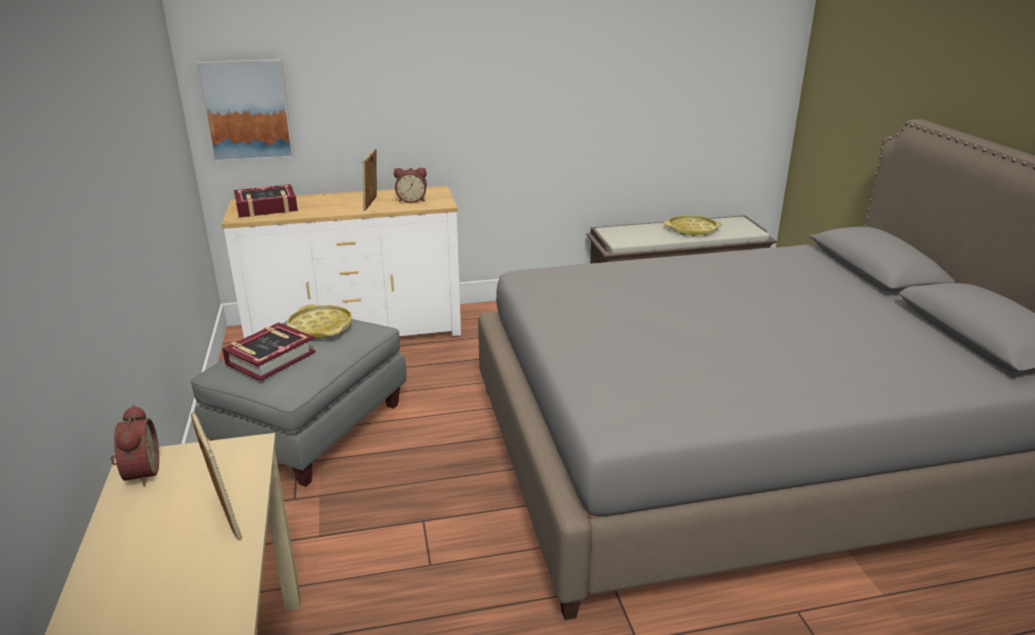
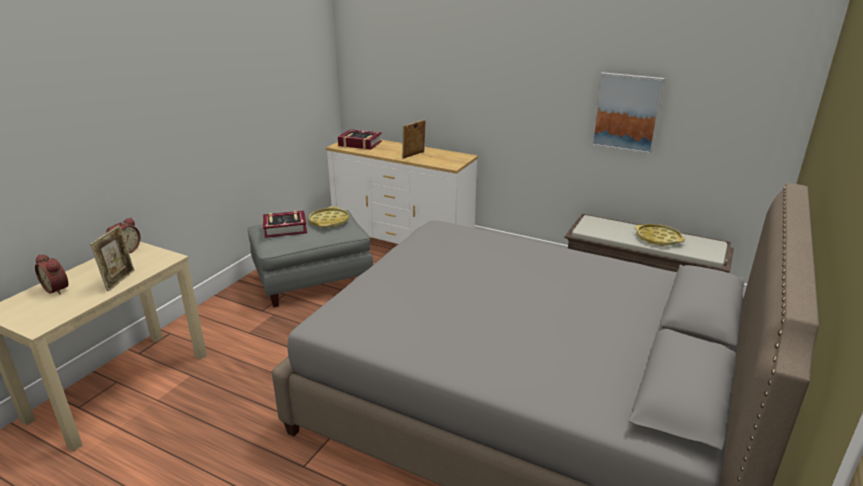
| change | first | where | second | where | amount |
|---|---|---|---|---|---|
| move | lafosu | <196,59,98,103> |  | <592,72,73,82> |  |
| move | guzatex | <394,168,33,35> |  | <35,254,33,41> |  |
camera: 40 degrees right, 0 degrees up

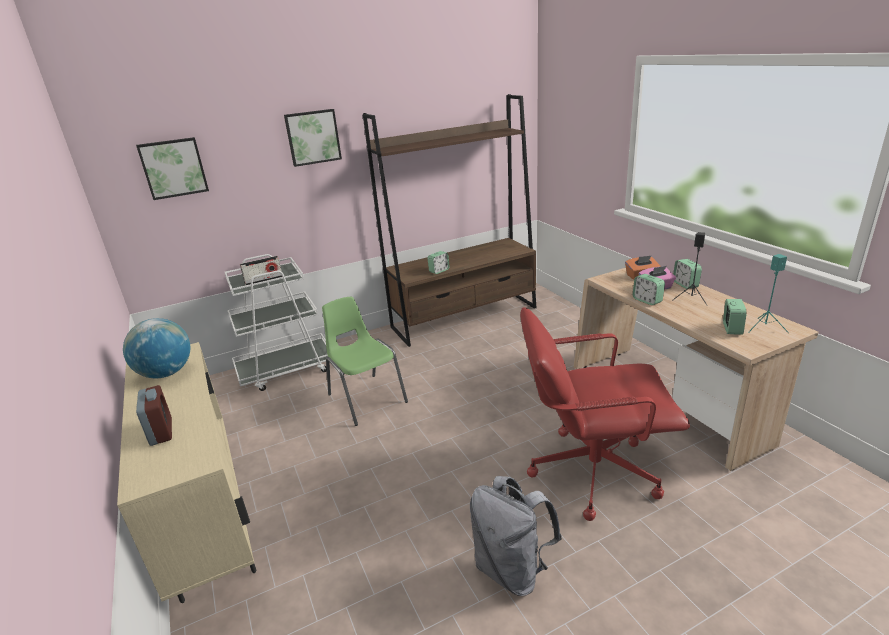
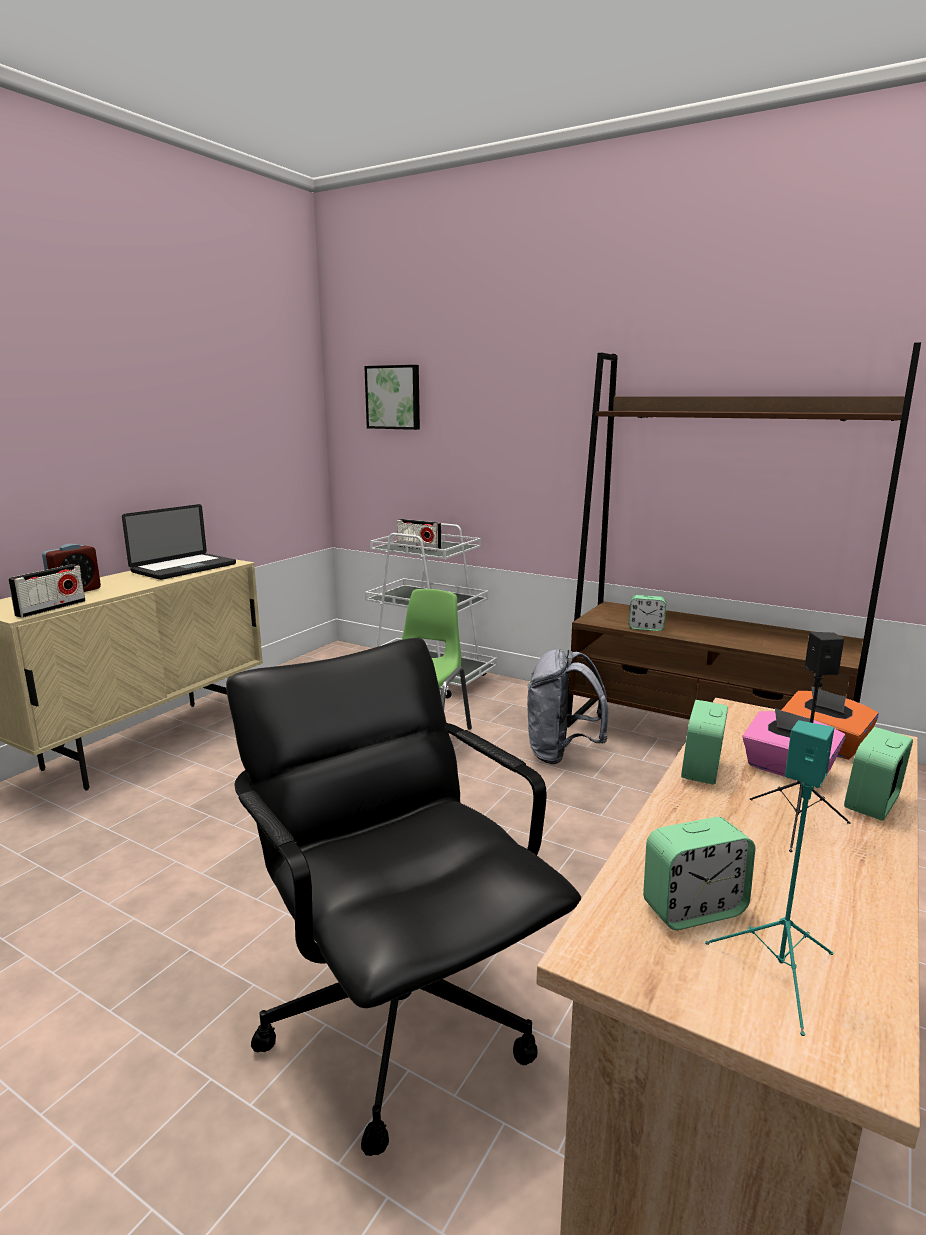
| change | first | where | second | where | amount |
|---|---|---|---|---|---|
| replace | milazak | <123,318,67,60> | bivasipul | <122,504,114,76> |  |
| delete | lafosu | <284,109,58,58> |  |  |  |
| move | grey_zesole | <470,476,92,120> |  | <527,649,82,115> |  |
| recolor | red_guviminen | <520,307,170,214> | black_guviminen | <226,638,355,518> |  |
| insert |  |  | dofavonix | <8,564,77,54> |  |
camera: 55 degrees right, 10 degrees down

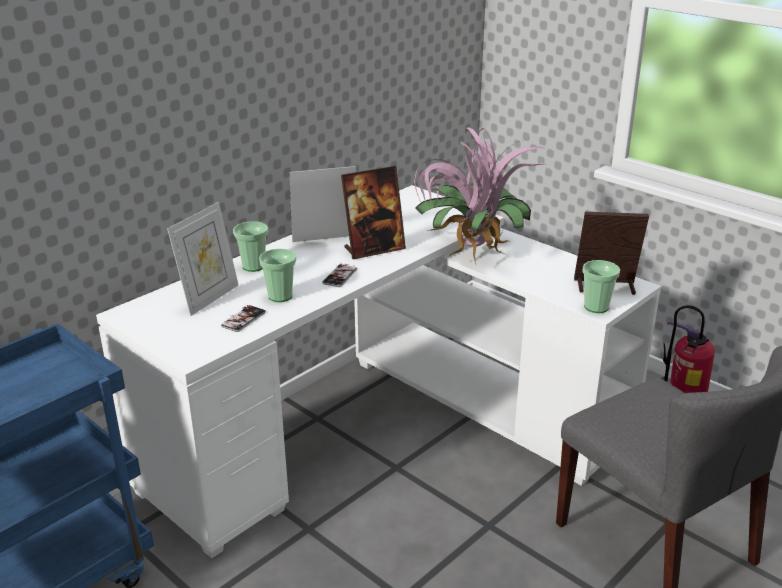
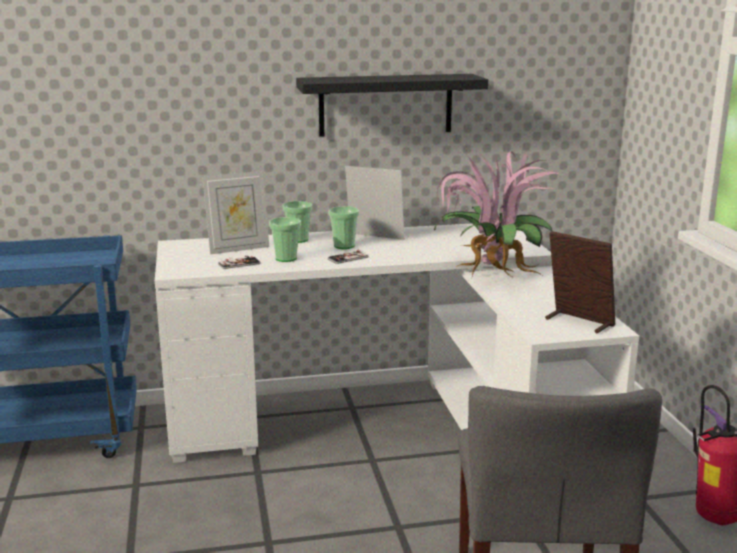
| change | first | where | second | where | amount |
|---|---|---|---|---|---|
| delete | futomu | <341,166,65,93> |  |  |  |
| move | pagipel | <582,260,38,53> |  | <329,206,30,43> |  |
| insert |  |  | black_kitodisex | <296,74,192,63> |  |
camera: 35 degrees right, 10 degrees down

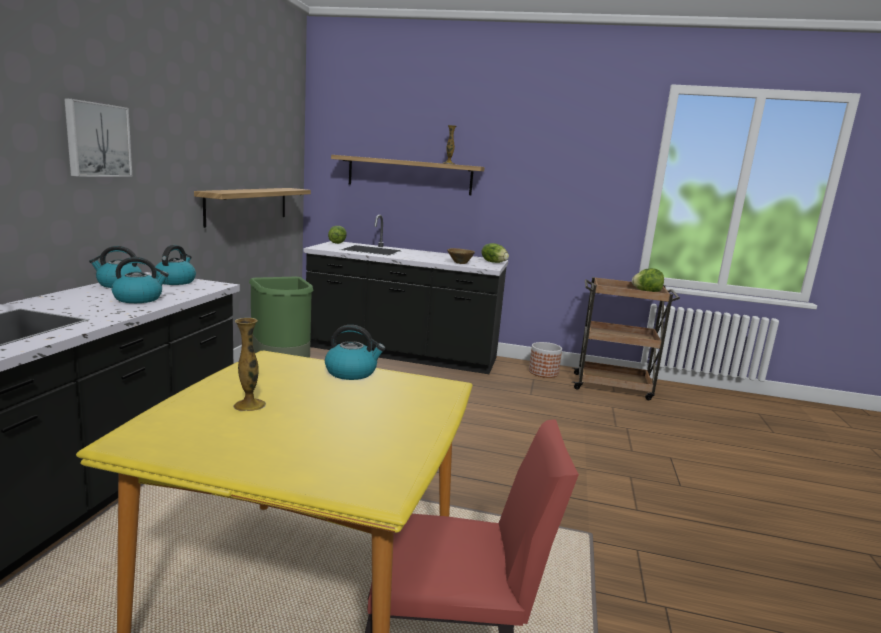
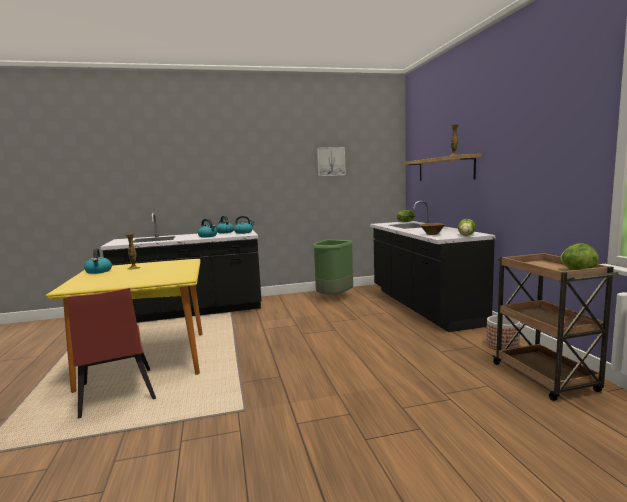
| change | first | where | second | where | amount |
|---|---|---|---|---|---|
| move | lafosu | <64,98,68,79> |  | <317,147,29,29> |  |
| delete | kitodisex | <194,188,117,40> |  |  |  |
| move | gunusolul | <325,325,60,55> |  | <84,248,28,26> |  |
camera: 65 degrees right, 5 degrees down

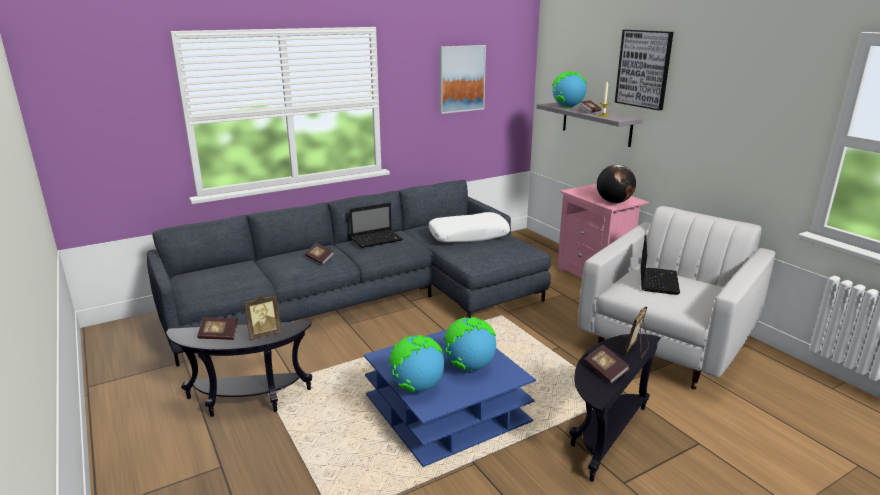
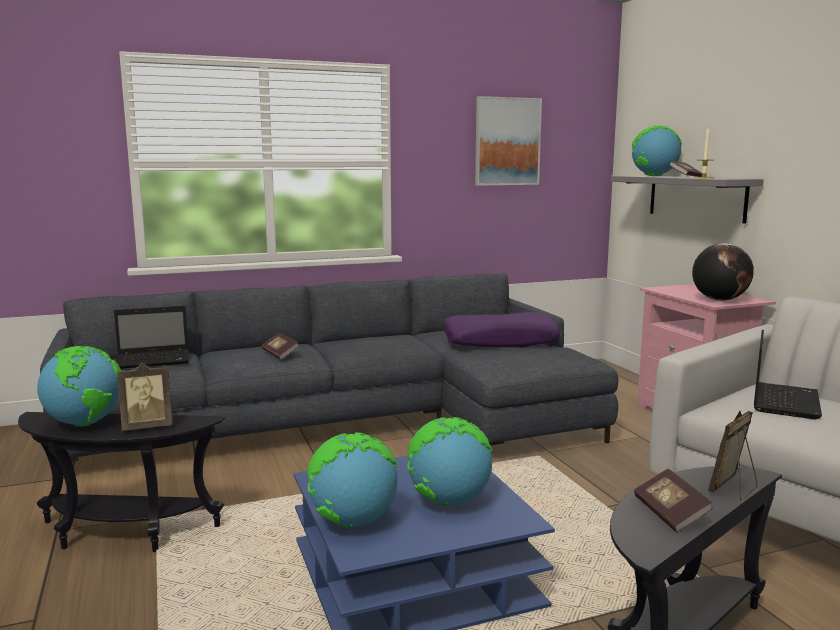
| change | first | where | second | where | amount |
|---|---|---|---|---|---|
| replace | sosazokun | <197,317,41,23> | milazak | <37,346,84,81> |  |
| move | bivasipul | <350,203,53,45> |  | <114,306,75,63> |  |
| recolor | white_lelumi | <429,212,81,30> | purple_lelumi | <443,312,117,35> |  |
| delete | lafosu | <615,30,59,80> |  |  |  |
camera: 10 degrees right, 10 degrees down

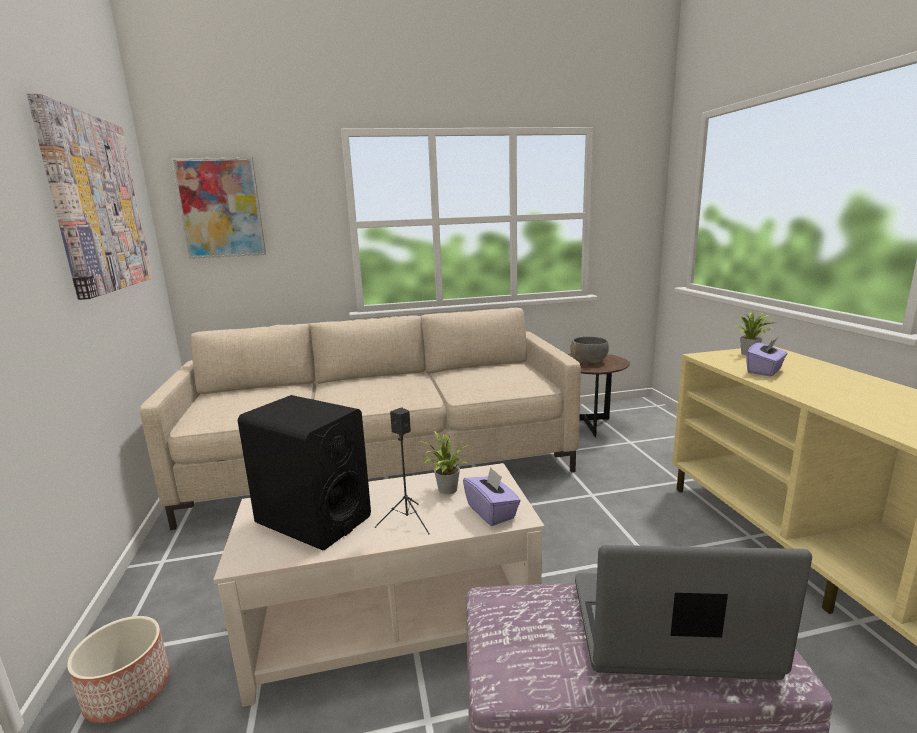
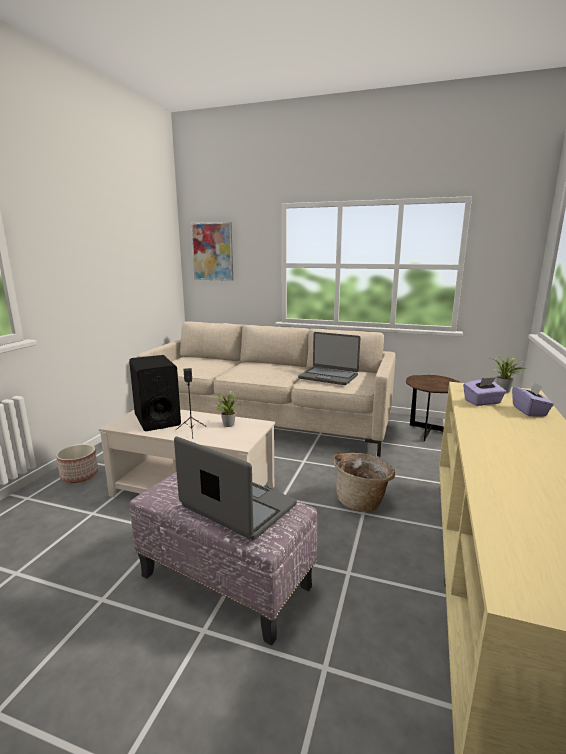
| change | first | where | second | where | amount |
|---|---|---|---|---|---|
| delete | lafosu | <27,93,126,207> |  |  |  |
| move | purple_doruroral | <463,467,58,59> |  | <512,382,42,35> |  |
| delete | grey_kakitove | <570,336,39,28> |  |  |  |
| insert |  |  | bivasipul | <298,332,62,53> |  |
| insert |  |  | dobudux | <333,453,62,59> |  |
camera: 30 degrees right, 0 degrees up

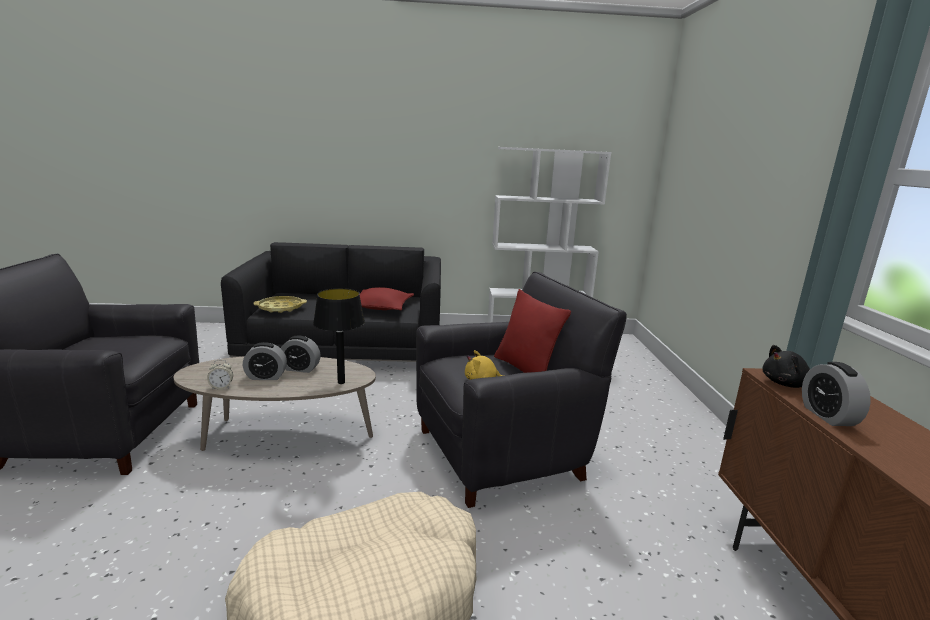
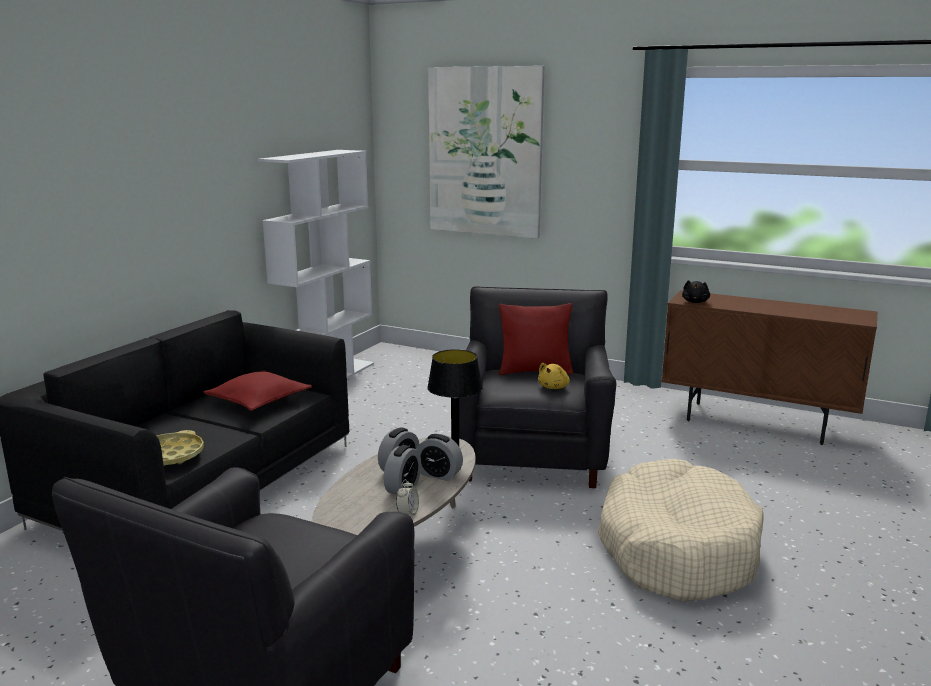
| change | first | where | second | where | amount |
|---|---|---|---|---|---|
| move | guzatex | <802,362,69,64> |  | <416,434,47,47> |  |
| insert |  |  | lafosu | <428,66,116,173> |  |
camera: 60 degrees left, 0 degrees up

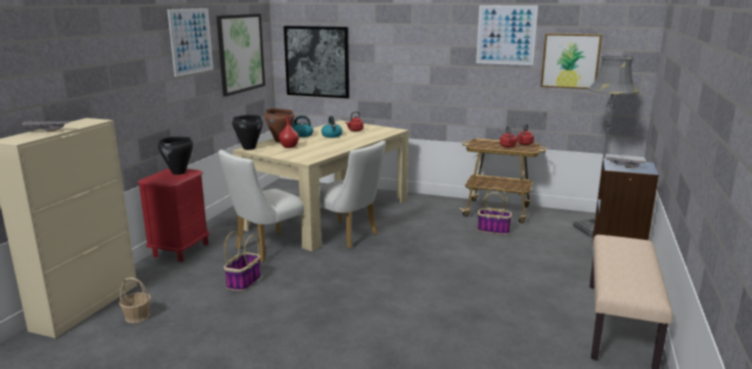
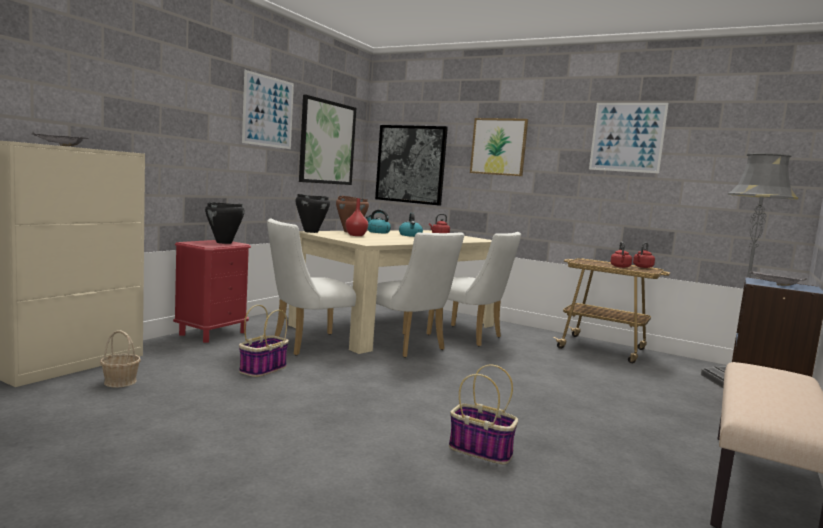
| change | first | where | second | where | amount |
|---|---|---|---|---|---|
| move | dobudux | <477,187,35,48> |  | <449,364,69,100> |  |
| move | lafosu | <541,33,61,56> |  | <470,118,58,58> |  |
| insert |  |  | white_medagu | <426,232,95,114> |  |
camera: 10 degrees right, 10 degrees down

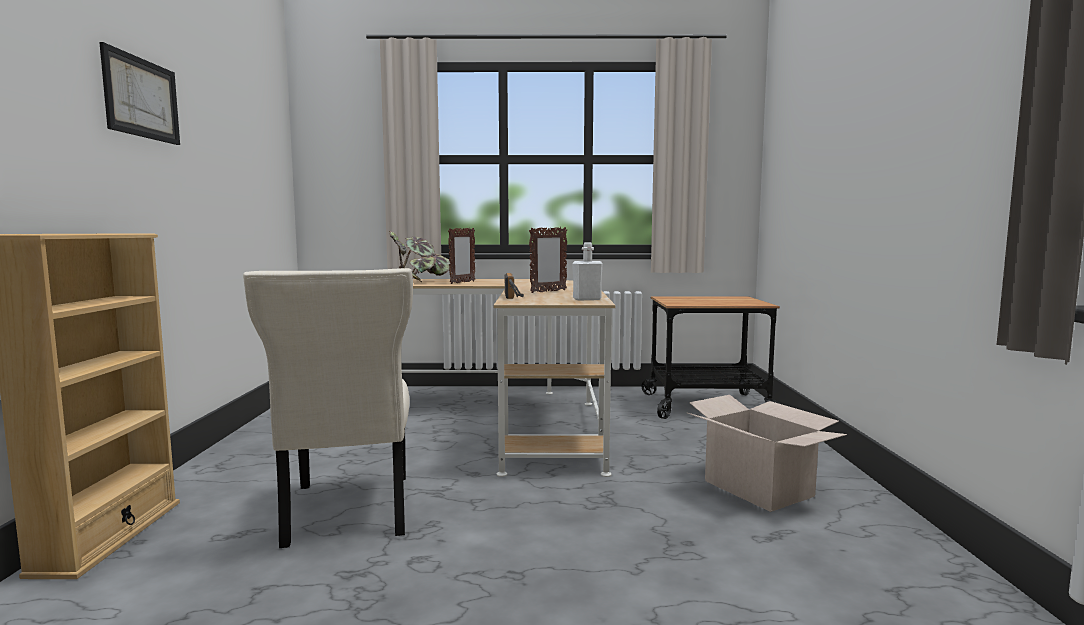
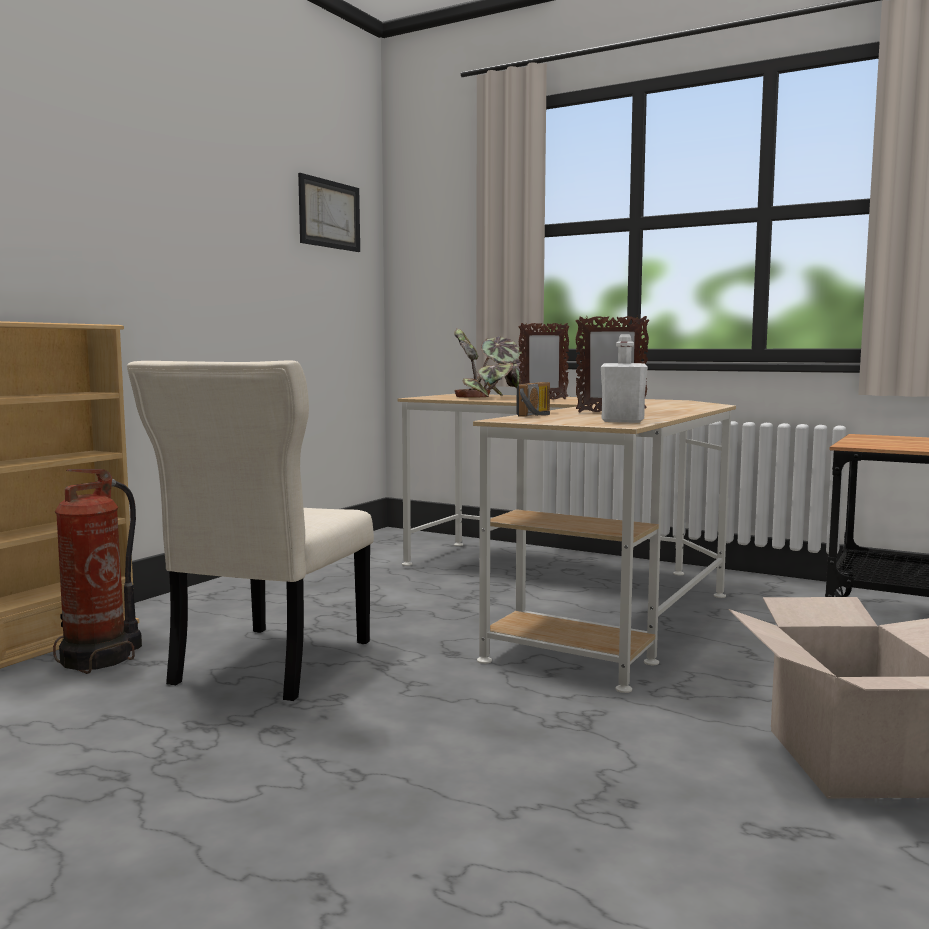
| change | first | where | second | where | amount |
|---|---|---|---|---|---|
| move | lafosu | <99,42,81,103> |  | <298,173,62,79> |  |
| insert |  |  | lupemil | <53,469,89,205> |  |
camera: 30 degrees right, 0 degrees up

